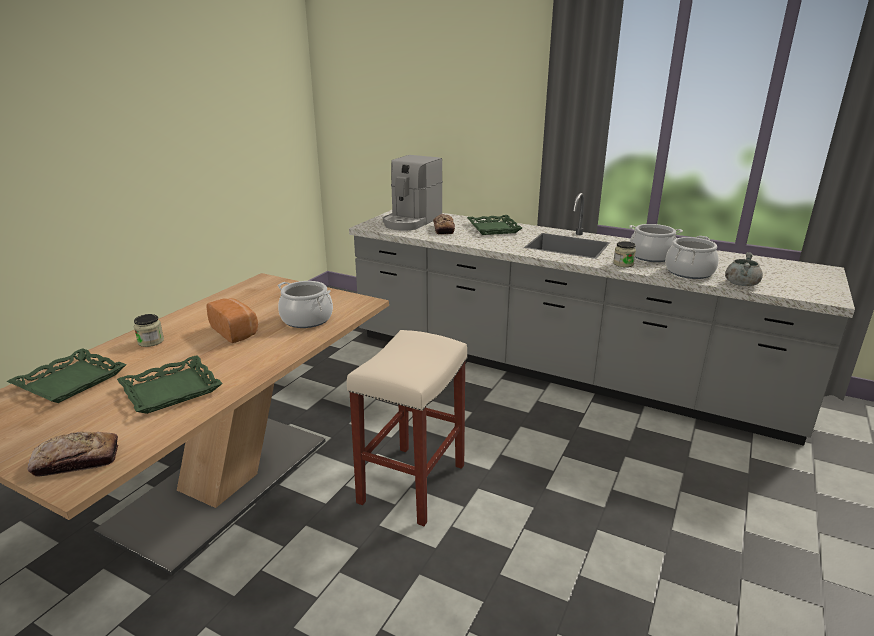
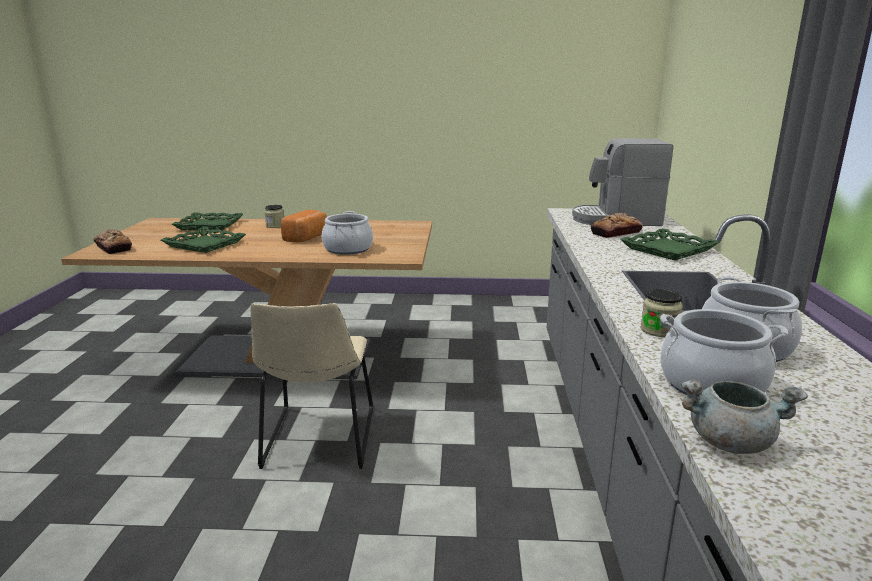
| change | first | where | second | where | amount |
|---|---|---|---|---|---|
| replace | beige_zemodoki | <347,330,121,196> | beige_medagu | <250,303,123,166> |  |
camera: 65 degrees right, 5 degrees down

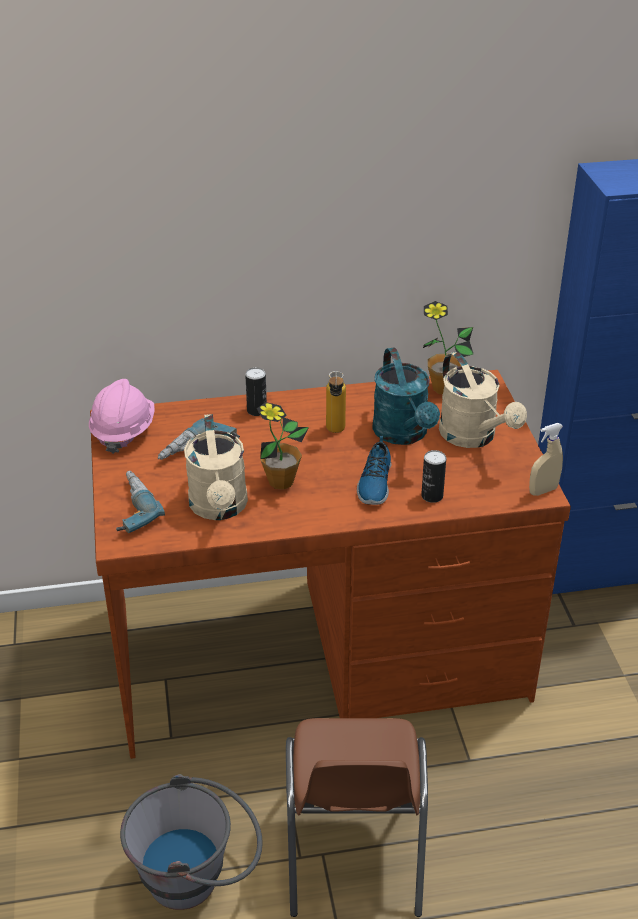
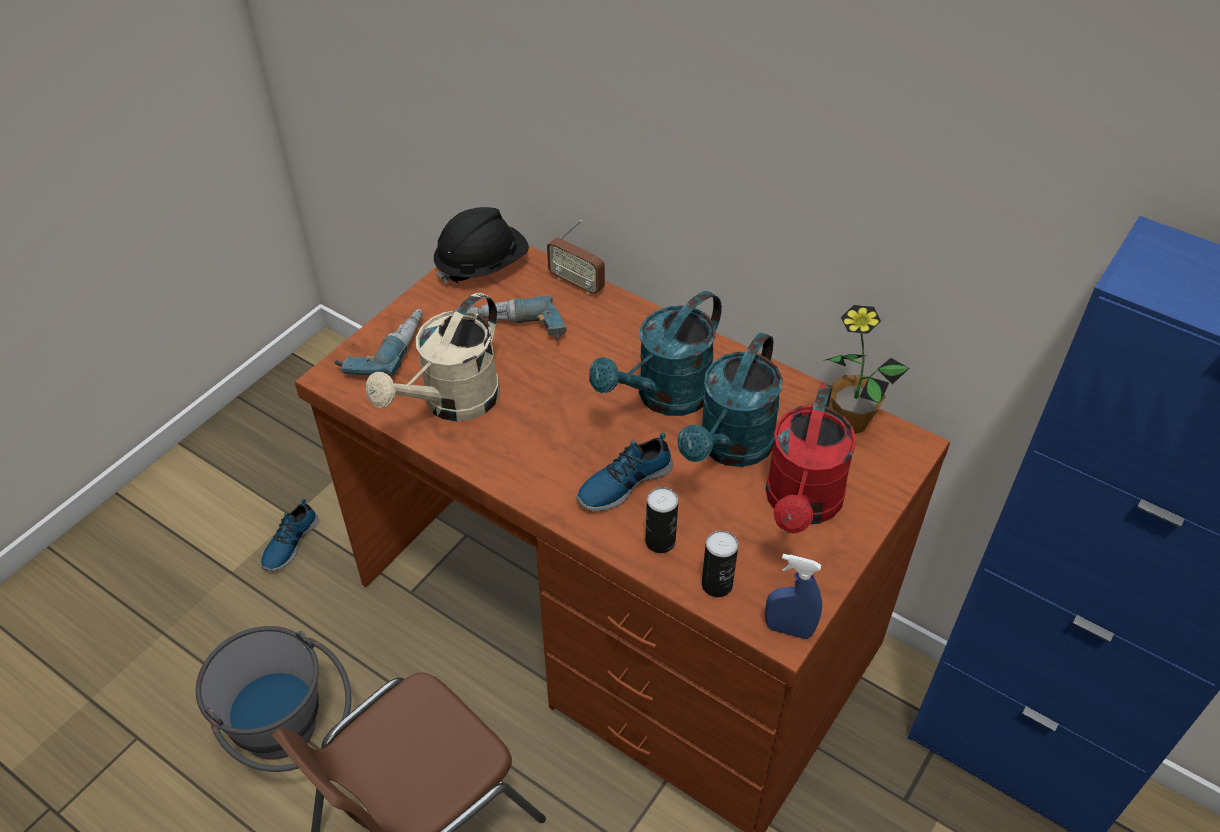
| change | first | where | second | where | amount |
|---|---|---|---|---|---|
| recolor | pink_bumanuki | <89,379,65,75> | black_bumanuki | <434,207,95,77> |  |
| move | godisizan | <245,367,22,49> |  | <702,530,36,67> |  |
| delete | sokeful | <257,402,52,88> |  |  |  |
| replace | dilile | <326,371,20,62> | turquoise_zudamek | <589,291,133,125> |  |
| recolor | beige_zudamek | <439,352,88,96> | red_zudamek | <765,383,91,151> |  |
| recolor | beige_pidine | <529,423,34,73> | blue_pidine | <765,554,57,85> |  |
| insert |  |  | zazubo | <261,499,58,72> |  |
| insert |  |  | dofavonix | <547,220,58,75> |  |
camera: 45 degrees right, 10 degrees up

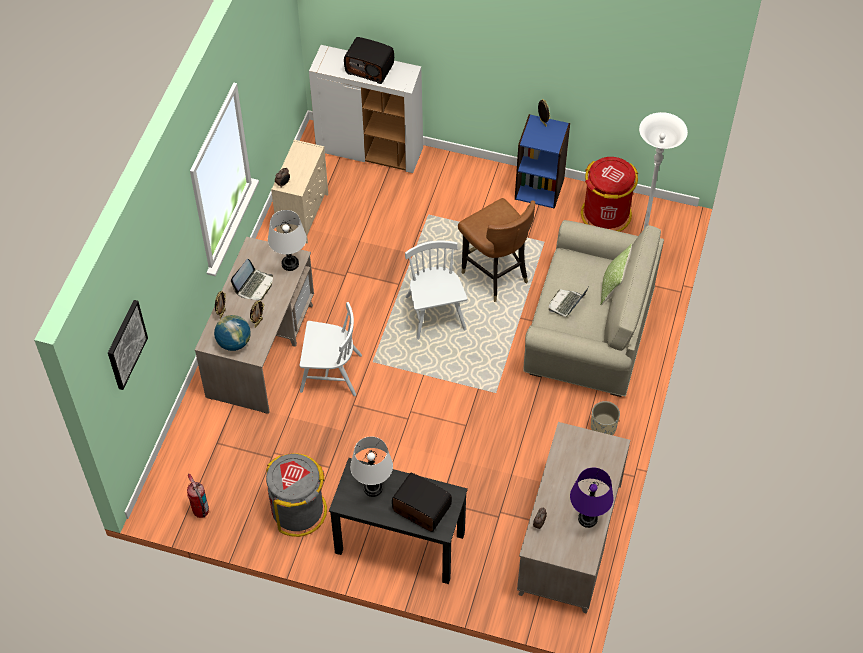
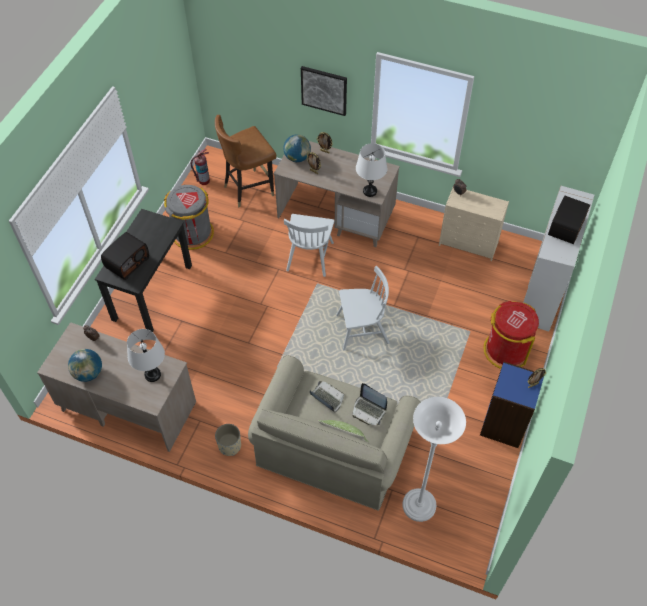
| change | first | where | second | where | amount |
|---|---|---|---|---|---|
| move | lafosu | <108,300,40,90> |  | <301,66,46,50> |  |
| move | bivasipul | <231,259,42,41> |  | <352,383,35,42> |  |
| move | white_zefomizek | <350,437,43,60> |  | <127,329,38,53> |  |
| move | brown_medagu | <458,198,77,104> |  | <215,115,61,93> |  |
| replace | purple_zefomizek | <570,468,43,60> | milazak | <68,349,34,33> |  |
| move | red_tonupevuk | <581,157,57,75> |  | <483,301,56,68> |  |
camera: 95 degrees right, 0 degrees up

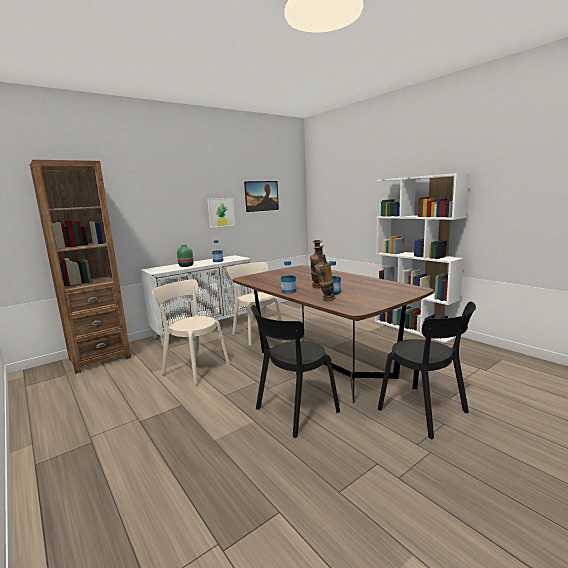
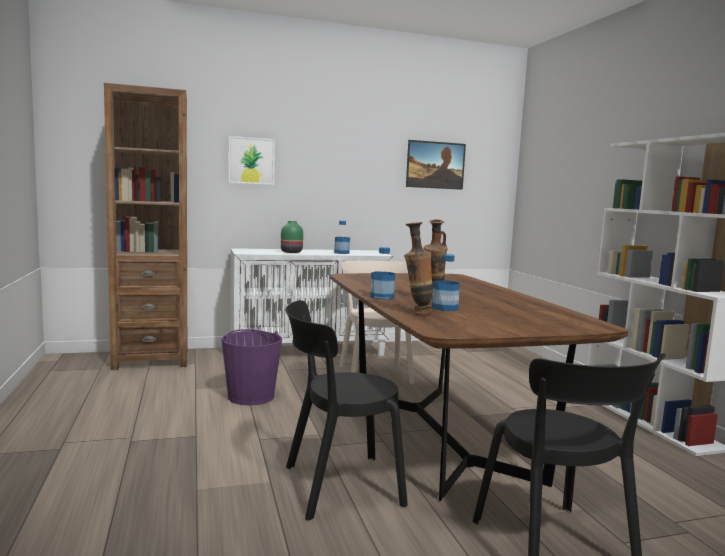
| change | first | where | second | where | amount |
|---|---|---|---|---|---|
| replace | beige_medagu | <152,279,78,106> | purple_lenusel | <221,329,61,76> |  |
| move | lafosu | <207,198,28,30> |  | <228,136,47,49> |  |
camera: 20 degrees right, 5 degrees down

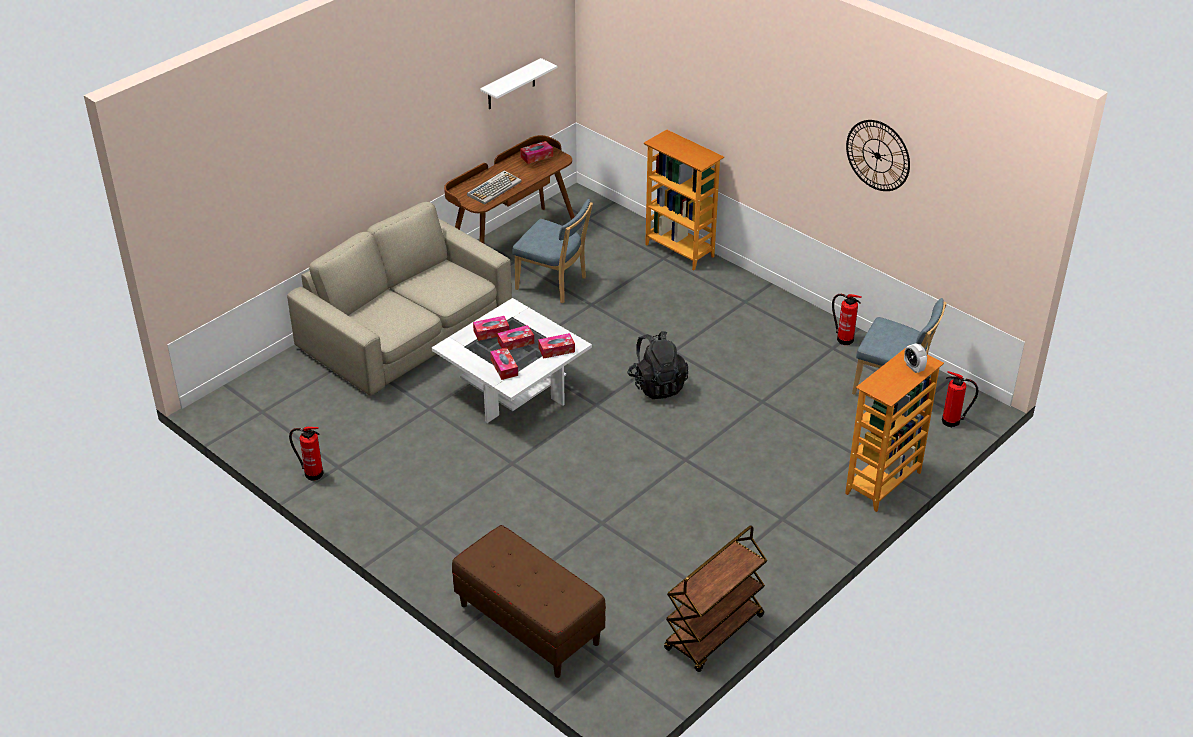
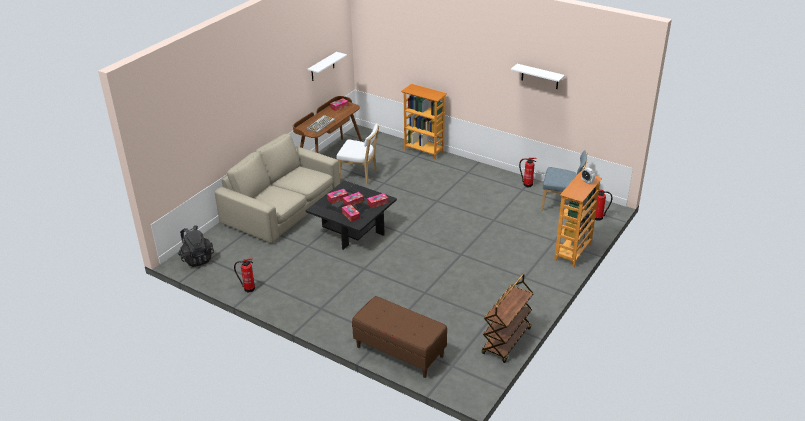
| change | first | where | second | where | amount |
|---|---|---|---|---|---|
| recolor | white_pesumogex | <431,298,161,125> | black_pesumogex | <306,180,91,70> |  |
| recolor | blue_medagu | <512,199,81,104> | white_medagu | <337,123,42,61> |  |
| move | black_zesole | <627,331,61,68> |  | <178,225,36,42> |  |
| replace | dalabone | <846,120,64,71> | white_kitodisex | <511,64,54,25> |  |
camera: 10 degrees left, 5 degrees down

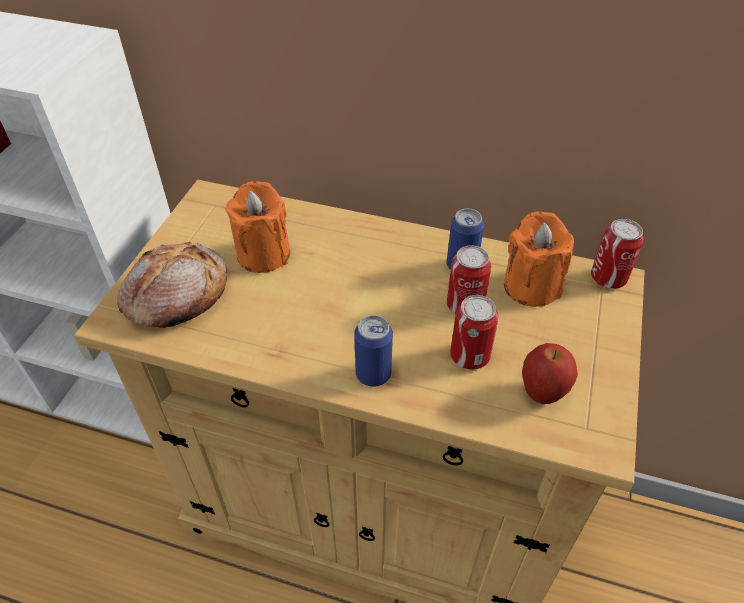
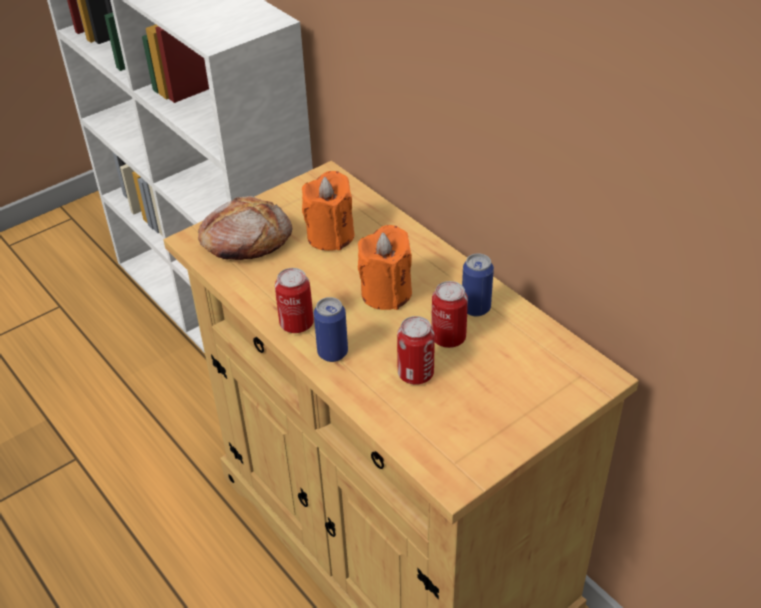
| change | first | where | second | where | amount |
|---|---|---|---|---|---|
| move | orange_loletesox | <504,211,70,96> |  | <358,225,54,85> |  |
| delete | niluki | <522,343,56,61> |  |  |  |
| move | godisizan | <591,219,53,70> |  | <275,268,39,65> |  |
camera: 35 degrees right, 5 degrees down

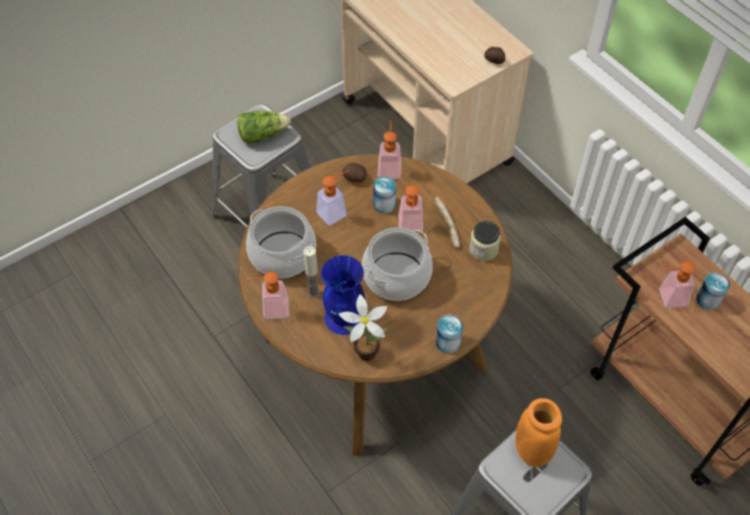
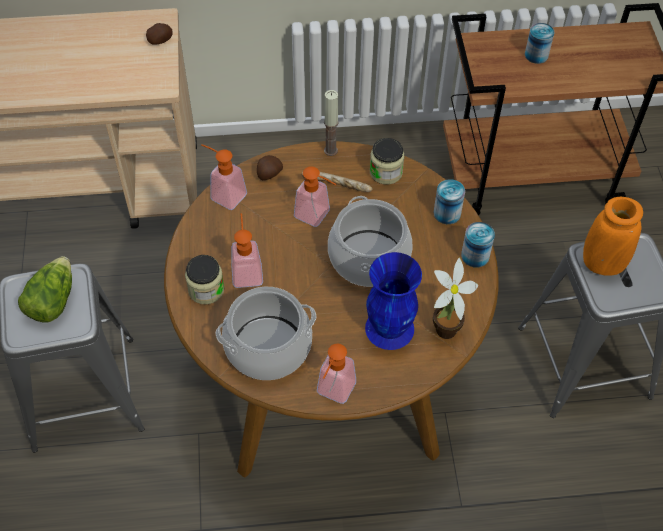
| change | first | where | second | where | amount |
|---|---|---|---|---|---|
| move | loletesox | <303,246,17,52> |  | <324,90,15,66> |  |
| move | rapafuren | <342,163,25,19> |  | <257,155,26,25> |  |
| move | godisizan | <373,177,23,36> |  | <434,179,31,45> |  |
| delete | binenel | <659,261,36,47> |  |  |  |
| insert |  |  | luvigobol | <185,255,39,49> |  |
camera: 60 degrees left, 0 degrees up

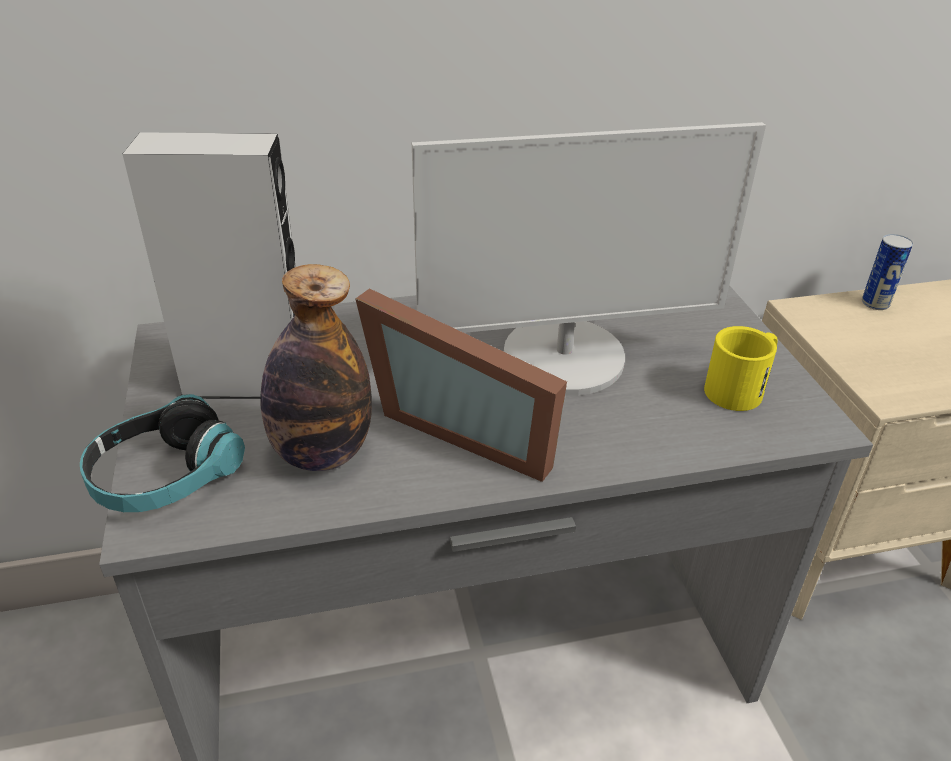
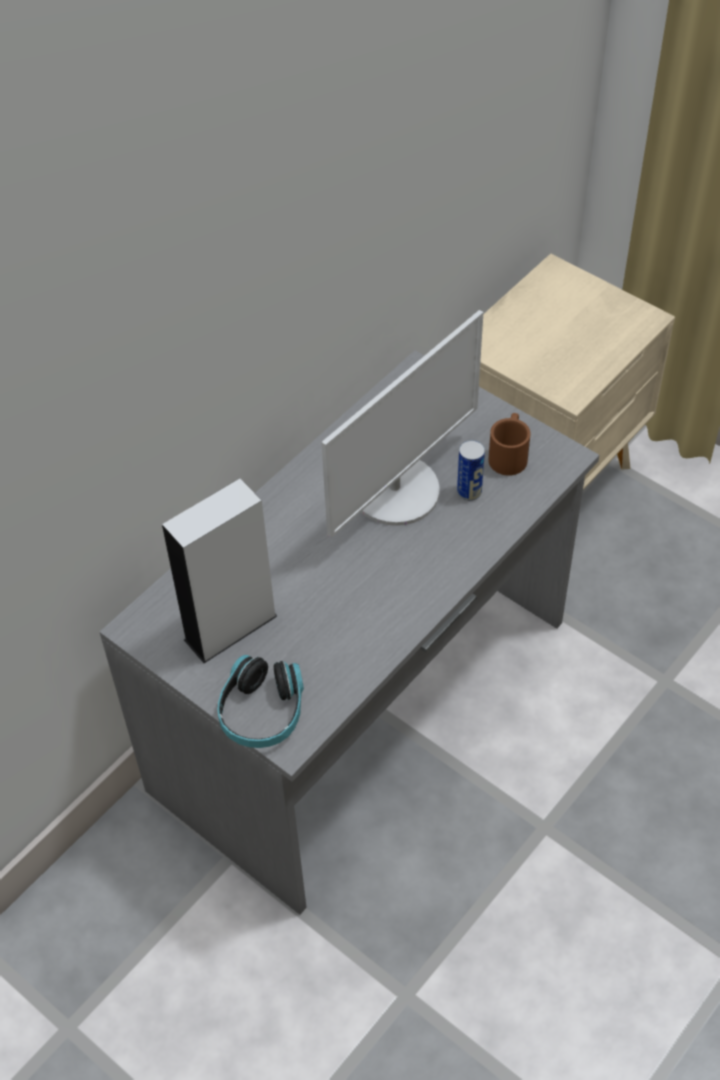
| change | first | where | second | where | amount |
|---|---|---|---|---|---|
| delete | dilile | <260,264,112,207> |  |  |  |
| delete | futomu | <356,288,211,194> |  |  |  |
| recolor | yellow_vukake | <704,326,74,85> | brown_vukake | <489,413,42,63> |  |
| move | godisizan | <862,234,51,76> |  | <457,440,28,61> |  |
camera: 35 degrees left, 15 degrees up

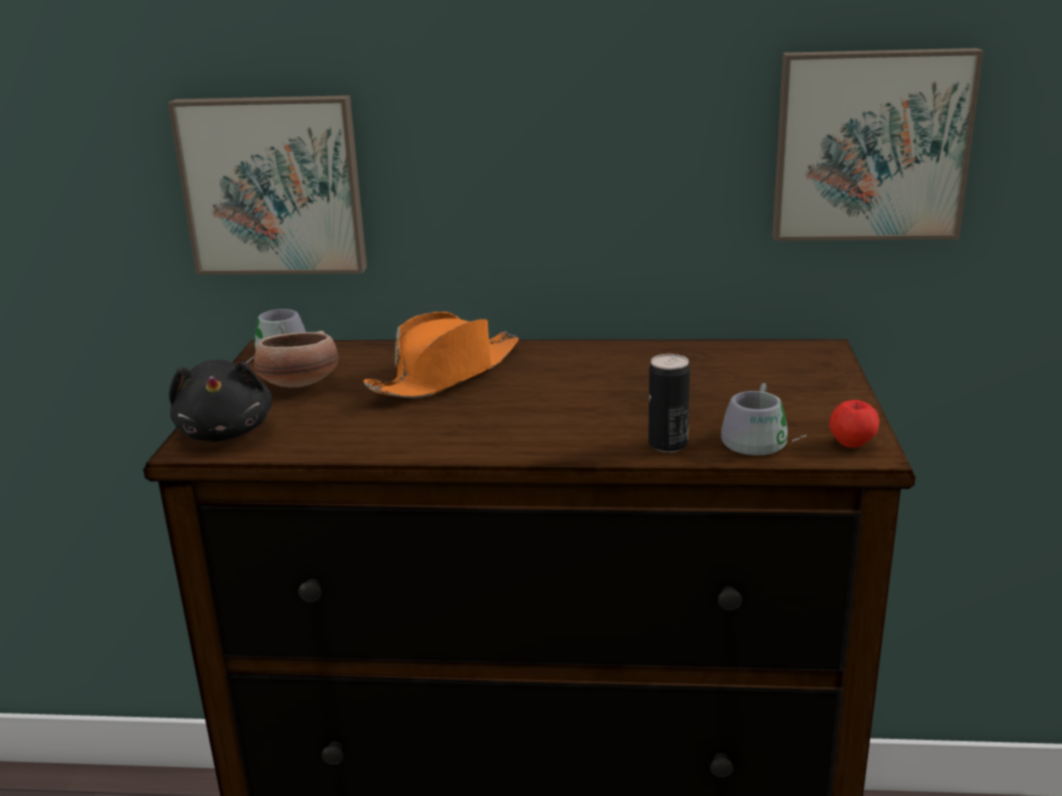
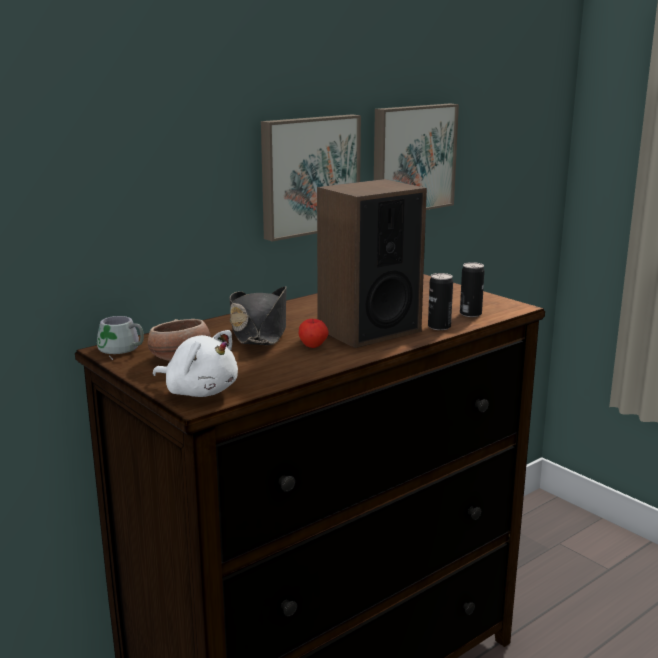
| change | first | where | second | where | amount |
|---|---|---|---|---|---|
| move | lafosu | <168,95,199,180> |  | <261,114,100,127> |  |
| recolor | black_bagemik | <169,360,103,82> | white_bagemik | <153,330,85,67> |  |
| recolor | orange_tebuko | <363,312,156,86> | black_tebuko | <229,286,58,59> |  |
| replace | grey_vukake | <721,383,85,72> | godisizan | <460,262,25,55> |  |
| move | niluki | <829,400,51,48> |  | <298,319,31,29> |  |
| insert |  |  | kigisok | <317,179,110,169> |  |
camera: 45 degrees left, 5 degrees down

